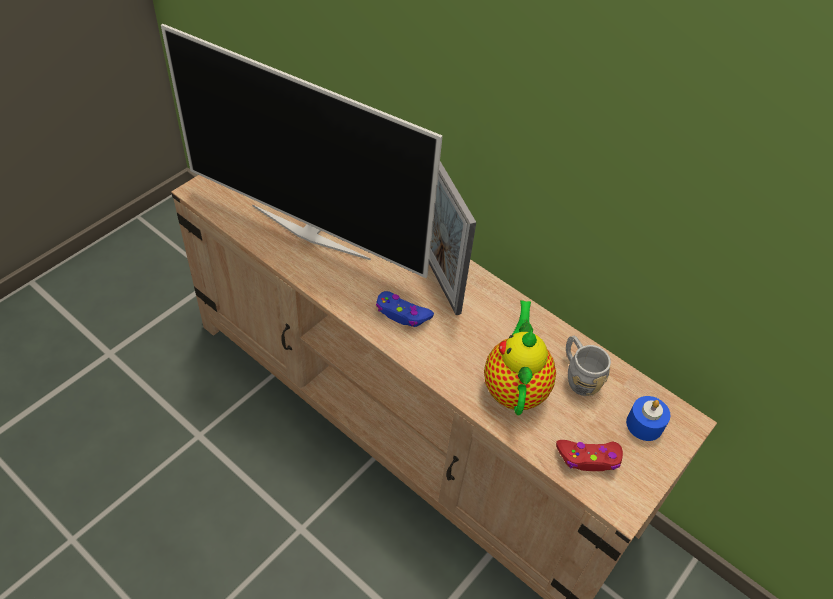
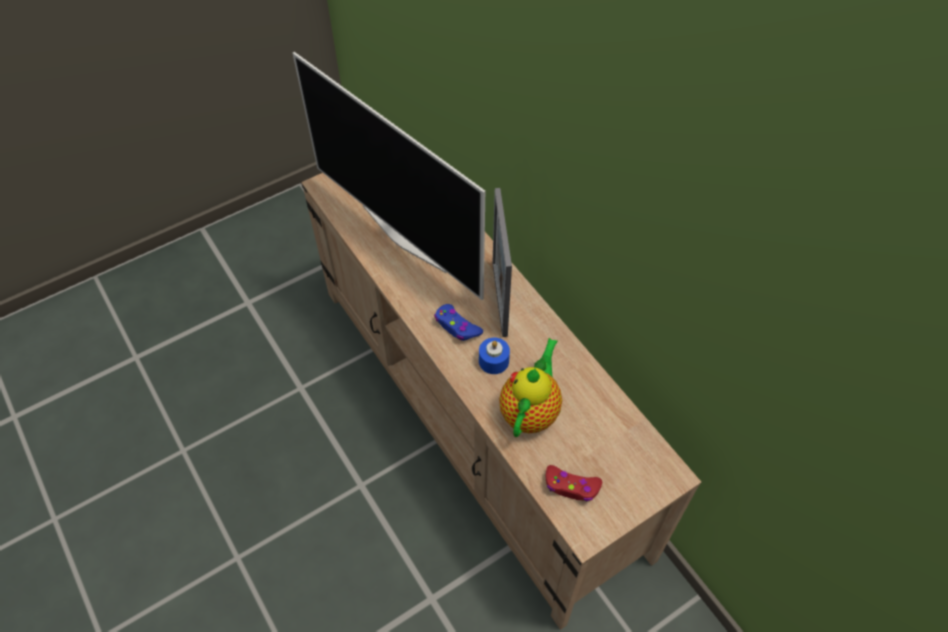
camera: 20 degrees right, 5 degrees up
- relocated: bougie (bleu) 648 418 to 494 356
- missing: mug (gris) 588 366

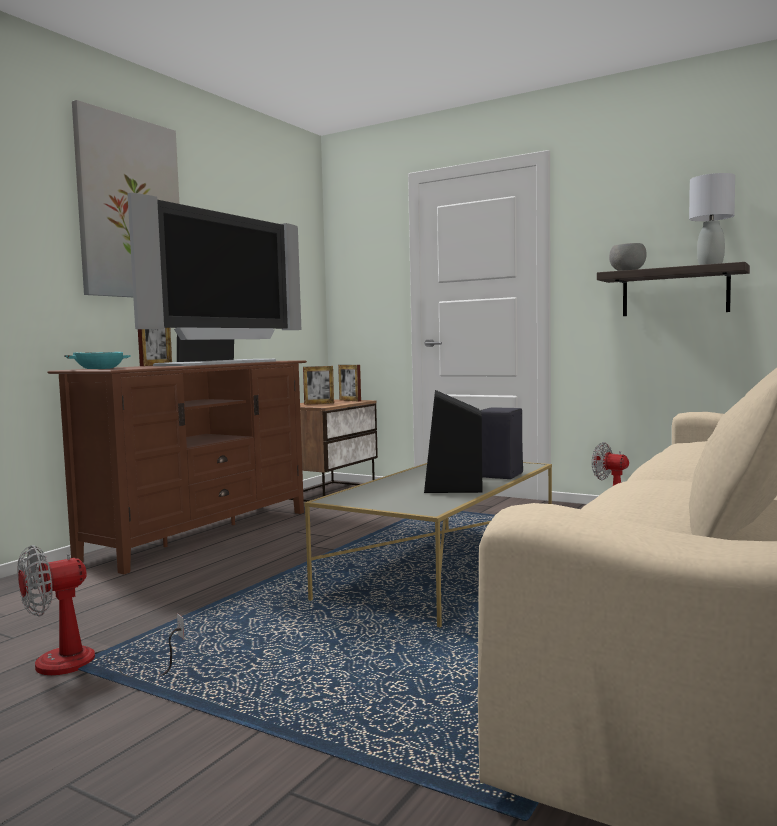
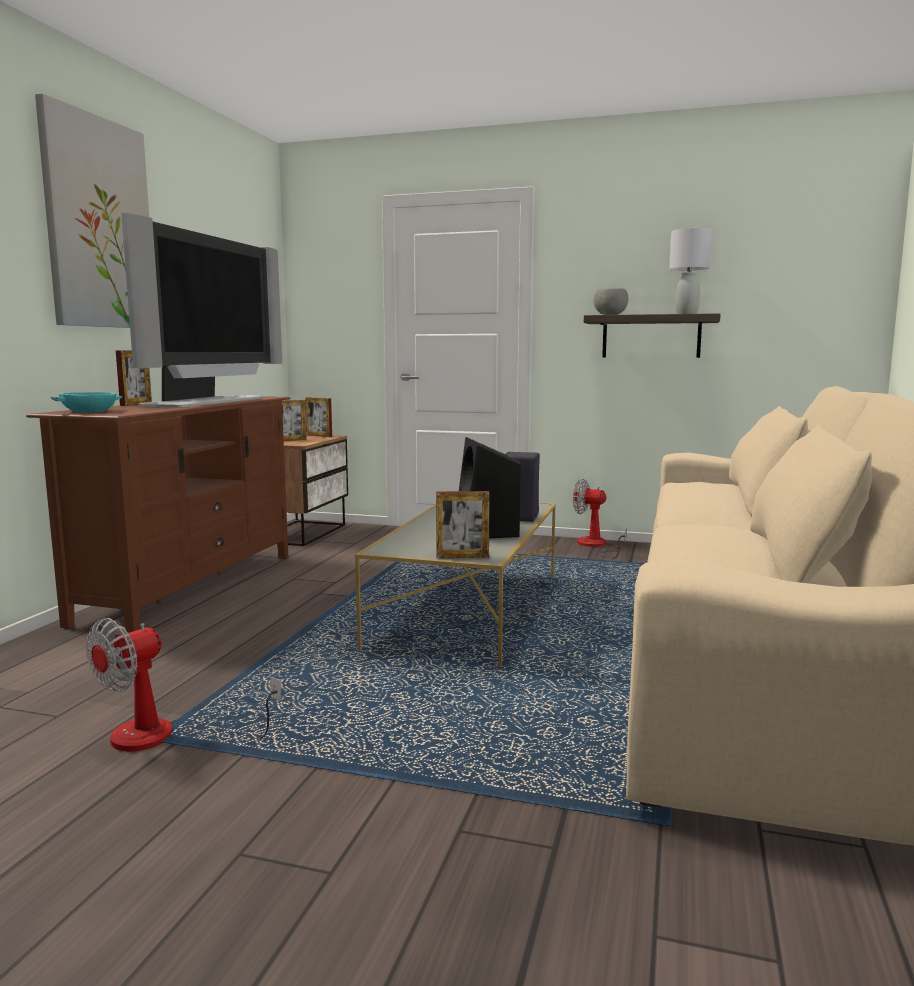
camera: 15 degrees left, 5 degrees up
- appeared: cadre photo 463 524

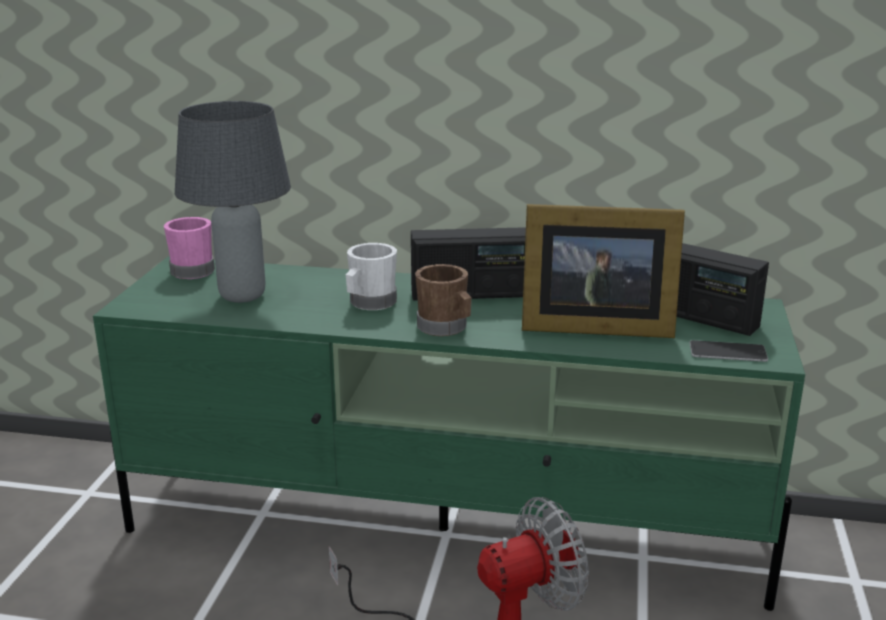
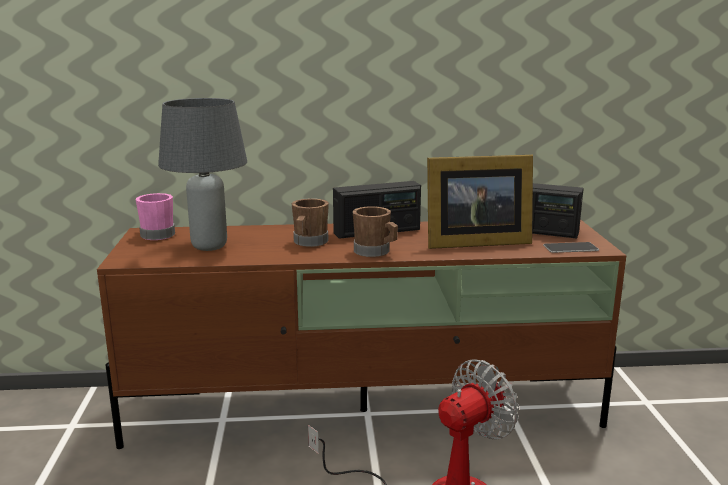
camera: 15 degrees left, 5 degrees down
- colour: meuble télé (vert) 449 434 to meuble télé (marron) 361 334
- colour: mug (blanc) 371 276 to mug (marron) 310 222

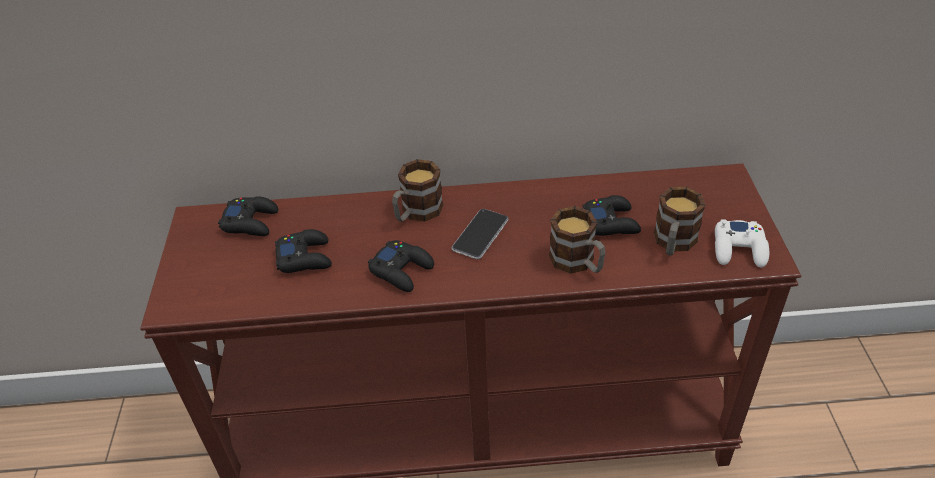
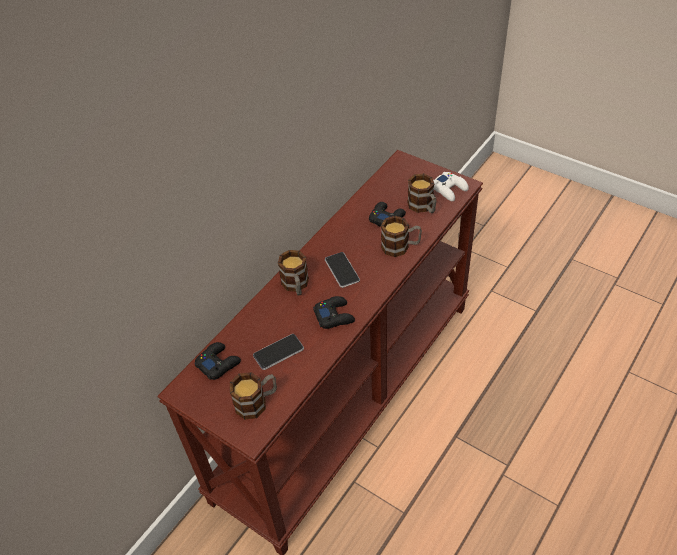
camera: 50 degrees left, 5 degrees up
- appeared: mug 253 395
- exchanged: manette (noir) 303 251 to téléphone 278 352

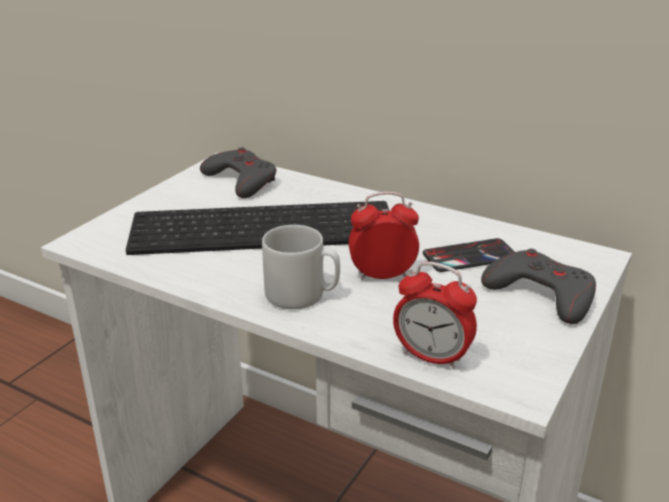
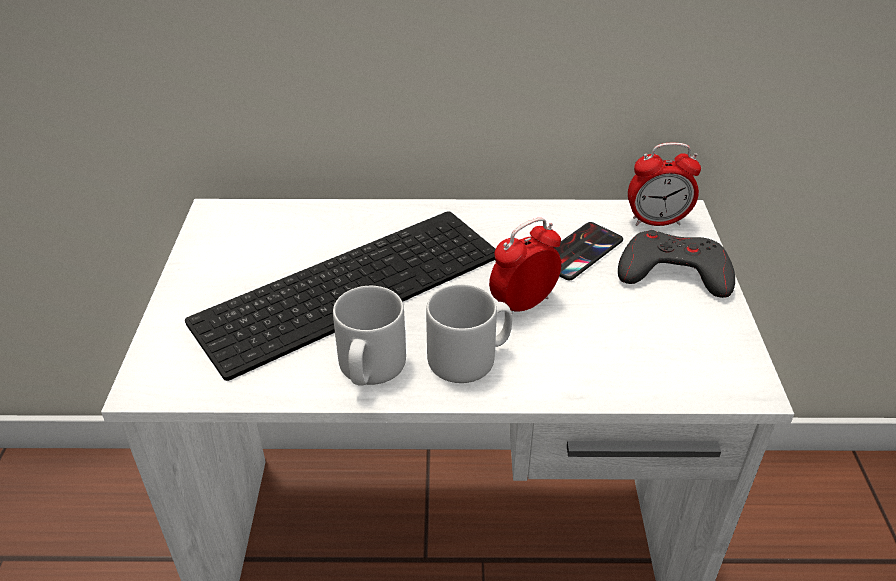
camera: 30 degrees left, 10 degrees up
- appeared: mug (gris) 369 336
- relocated: réveil 435 315 to 664 184
- missing: manette (gris) 238 172

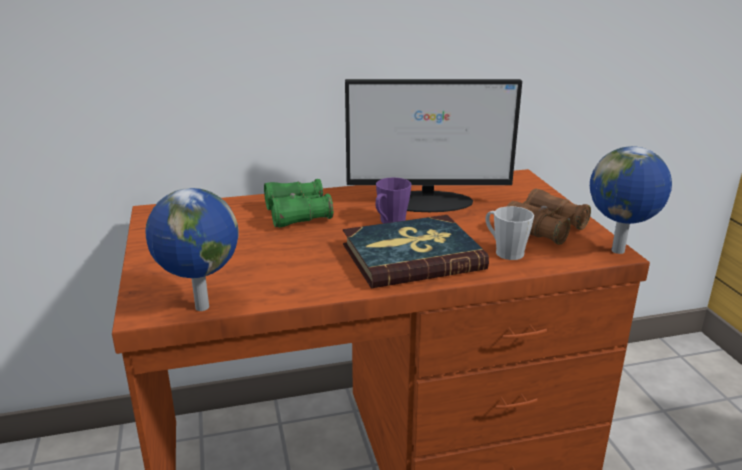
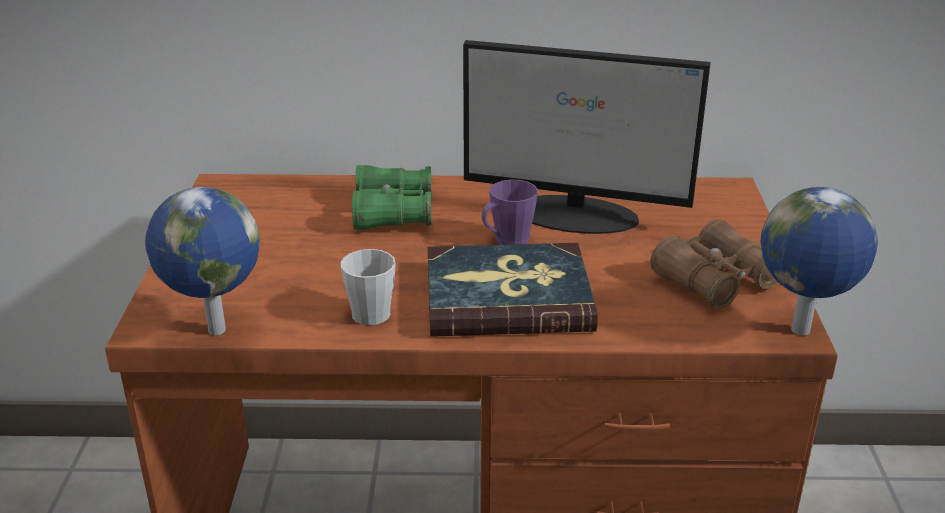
camera: 15 degrees right, 5 degrees up
- relocated: mug (gris) 509 233 to 368 287

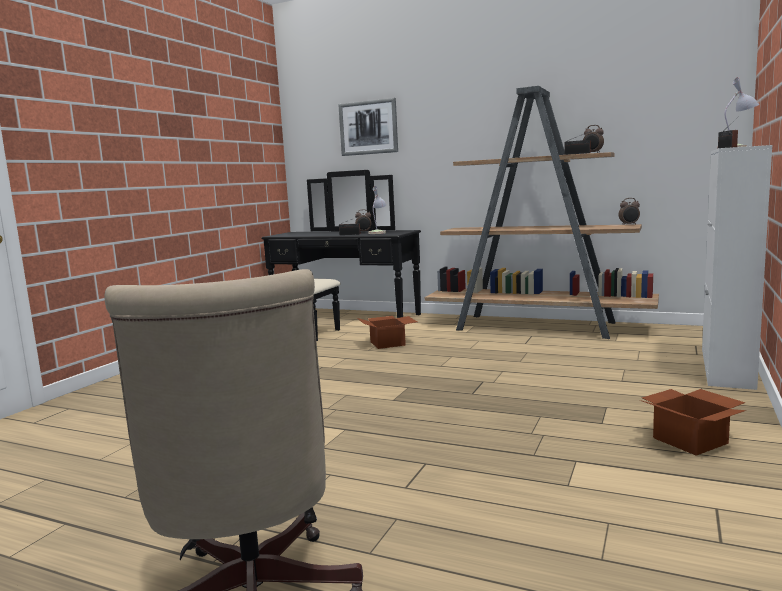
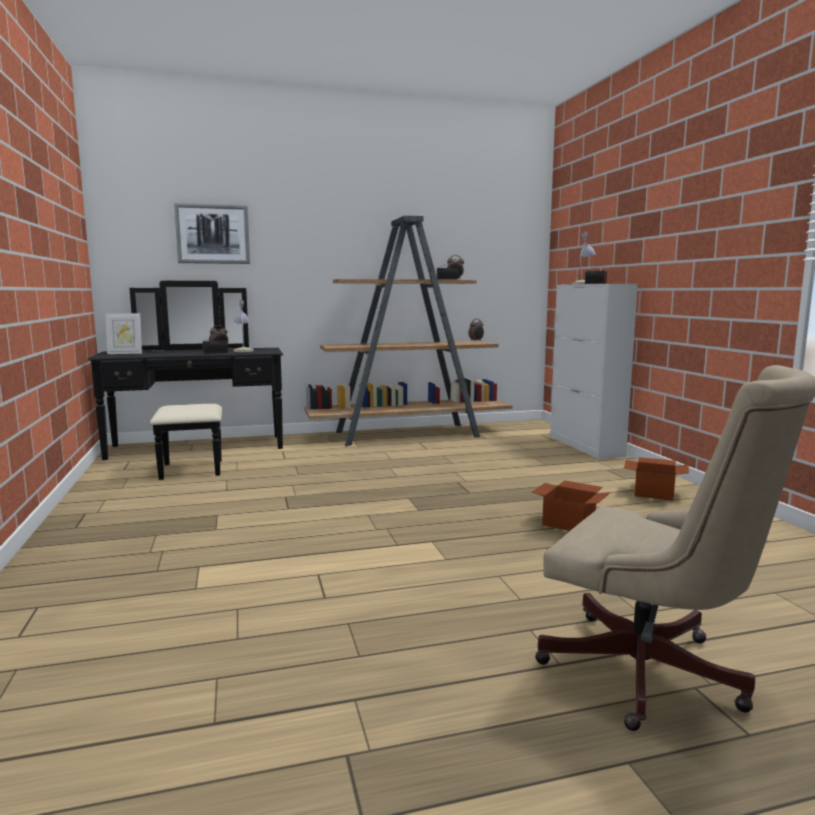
camera: 40 degrees left, 0 degrees up
- appeared: cadre photo 124 333
- relocated: carton 387 332 to 570 505

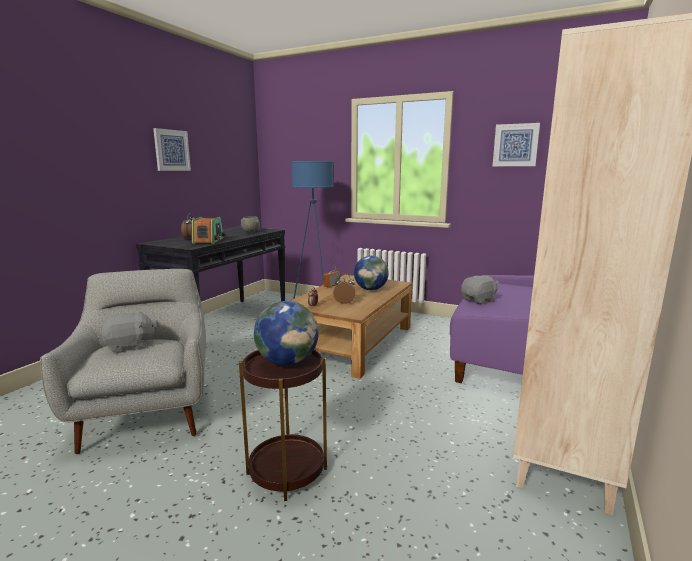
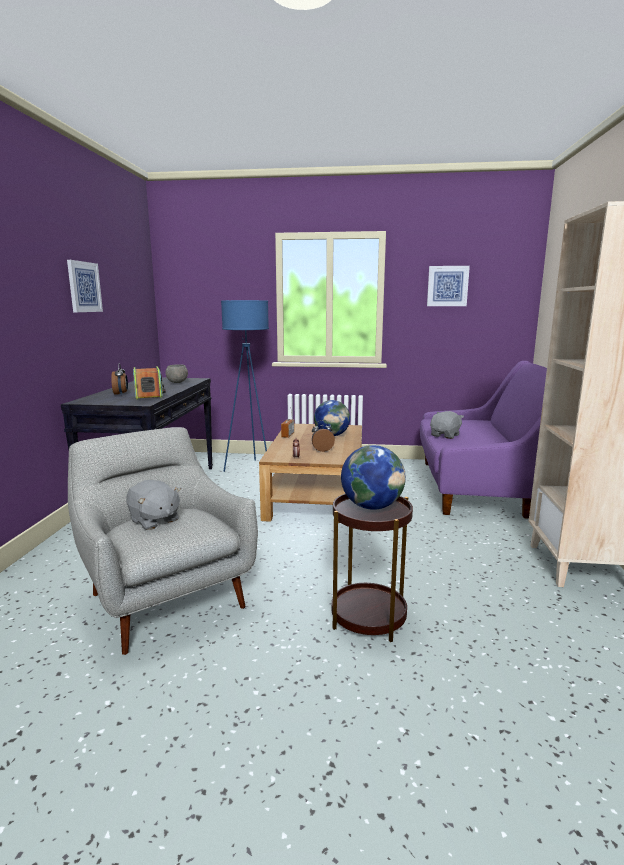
camera: 20 degrees left, 0 degrees up
- spun: peluche (gris) 129 332 = 154 505 90 degrees clockwise

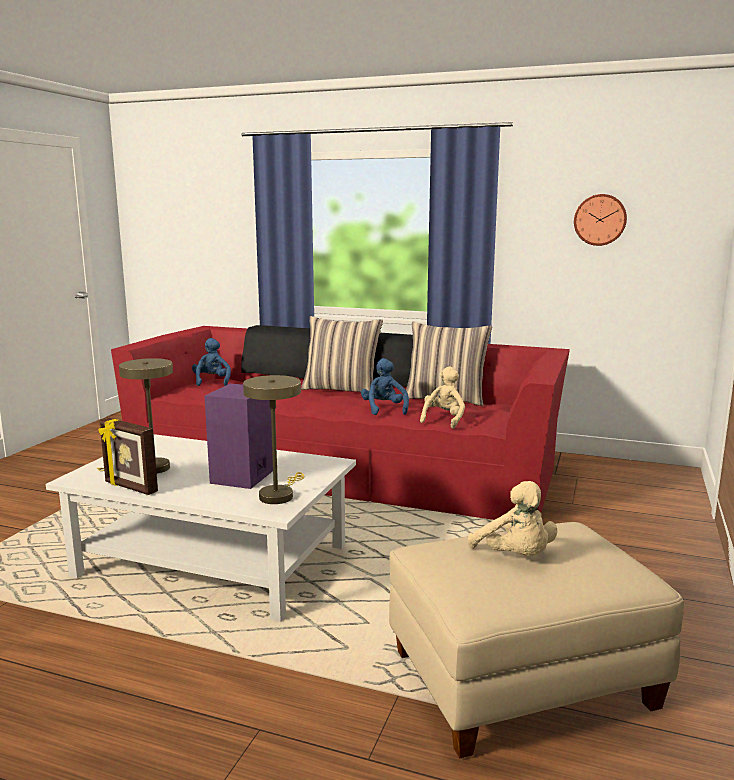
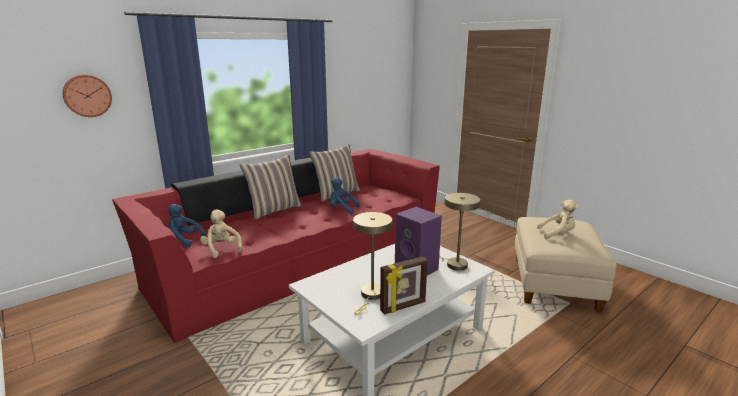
camera: 60 degrees left, 5 degrees up
- relocated: horloge murale 600 220 to 87 96
- relocated: peluche (beige) 442 398 to 221 233

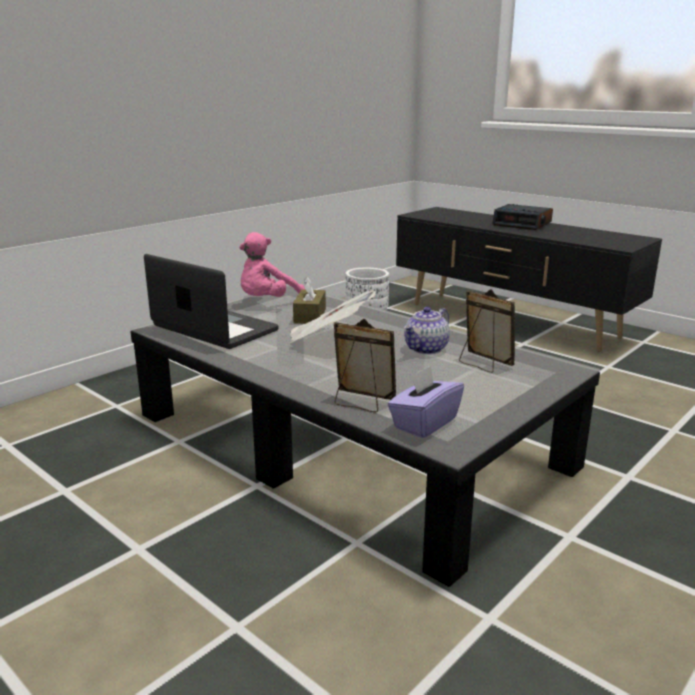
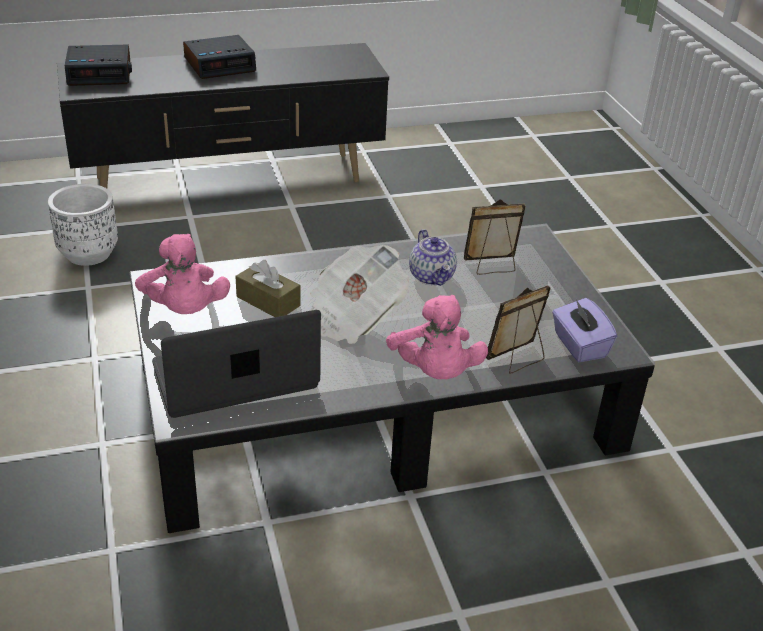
camera: 60 degrees left, 15 degrees up
- appeared: réveil 98 65
- appeared: peluche (rose) 437 337

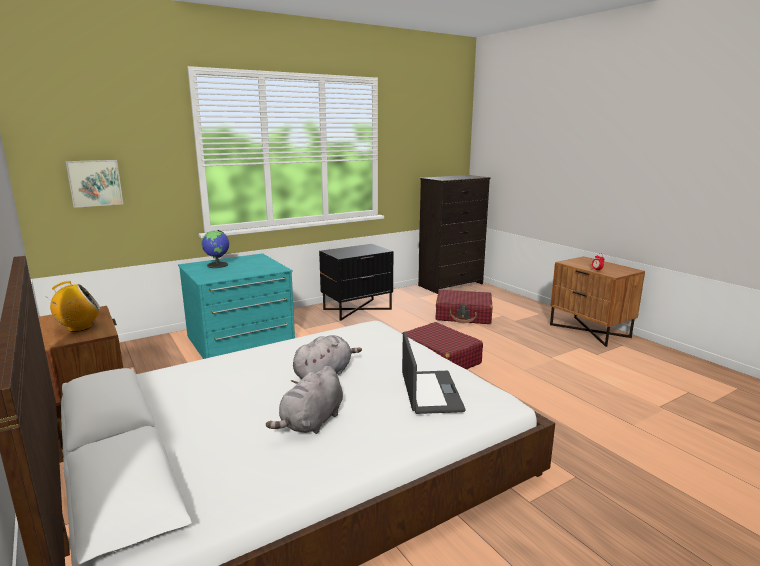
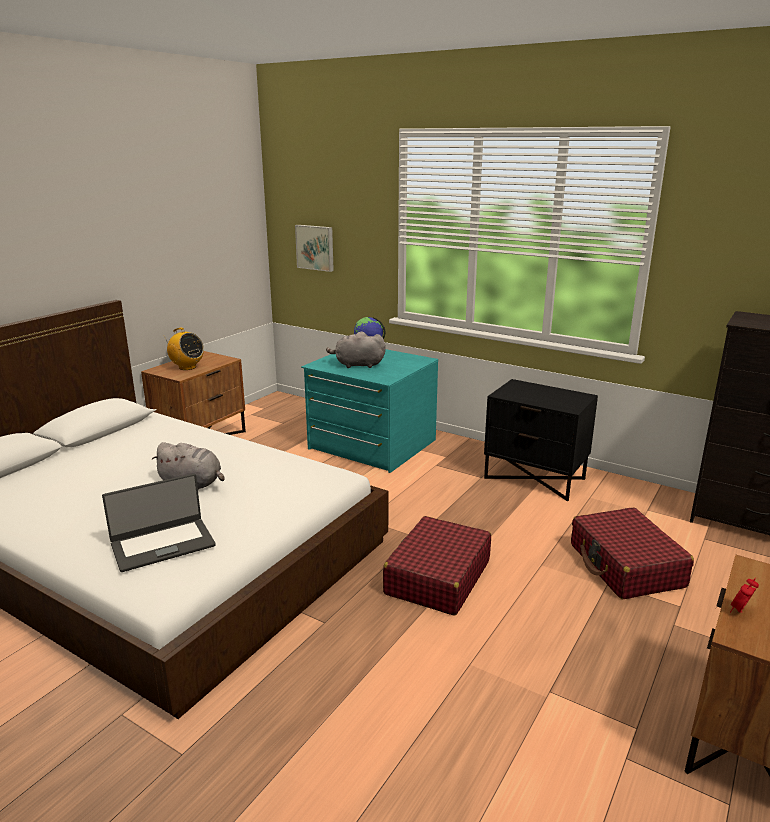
camera: 65 degrees right, 5 degrees up
- relocated: peluche (gris) 304 400 to 356 349

